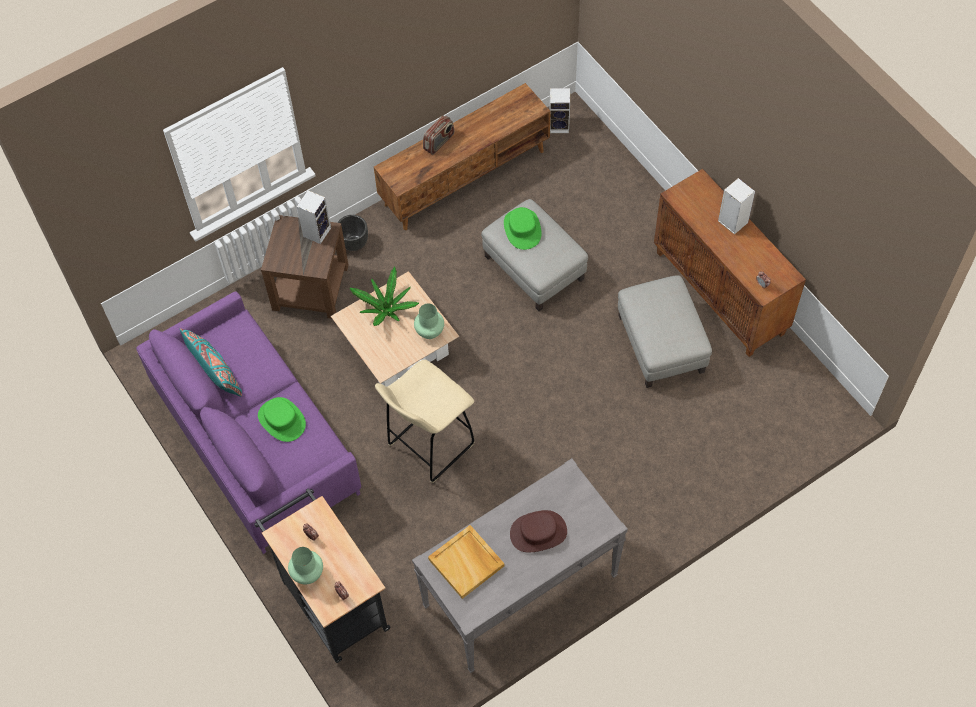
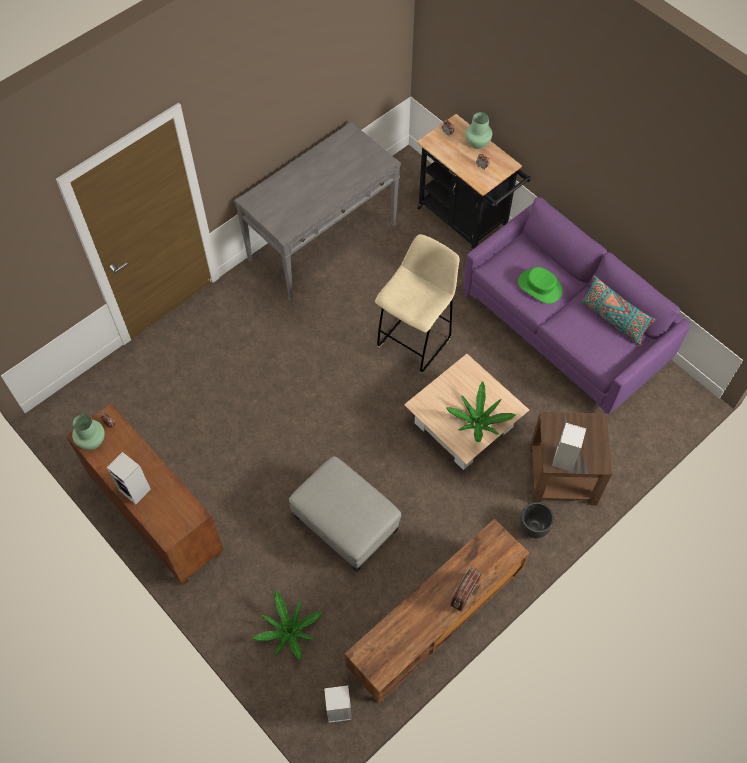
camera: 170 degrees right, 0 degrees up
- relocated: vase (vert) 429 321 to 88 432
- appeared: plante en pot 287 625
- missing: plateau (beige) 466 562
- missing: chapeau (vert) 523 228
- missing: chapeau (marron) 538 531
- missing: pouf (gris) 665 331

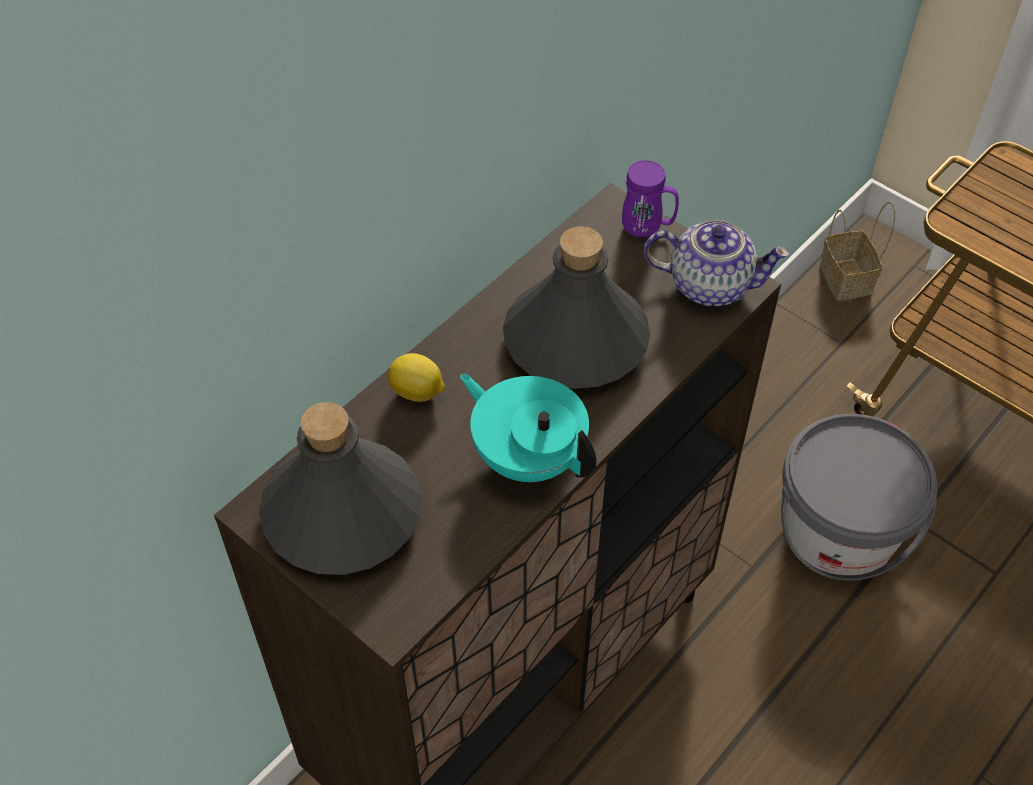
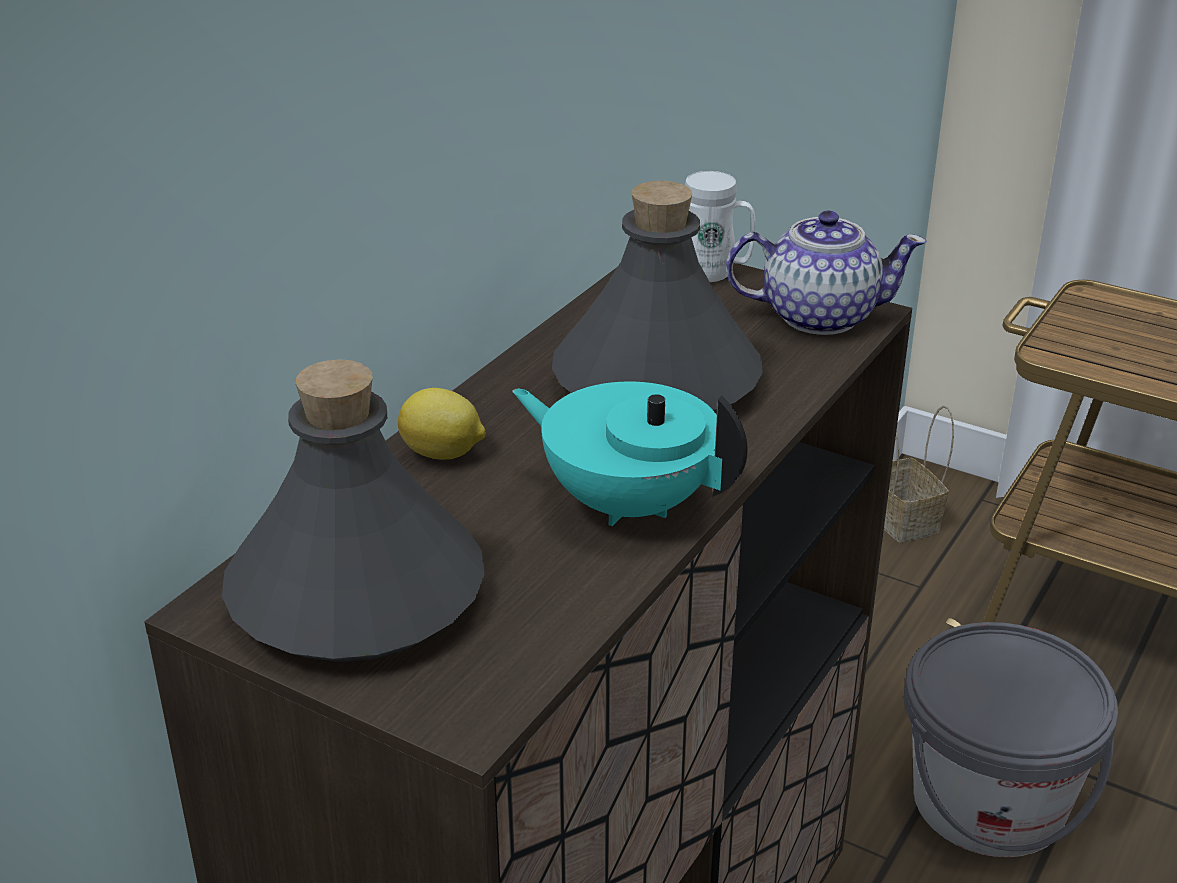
camera: 10 degrees left, 20 degrees down
- colour: mug (violet) 650 198 to mug (blanc) 720 226

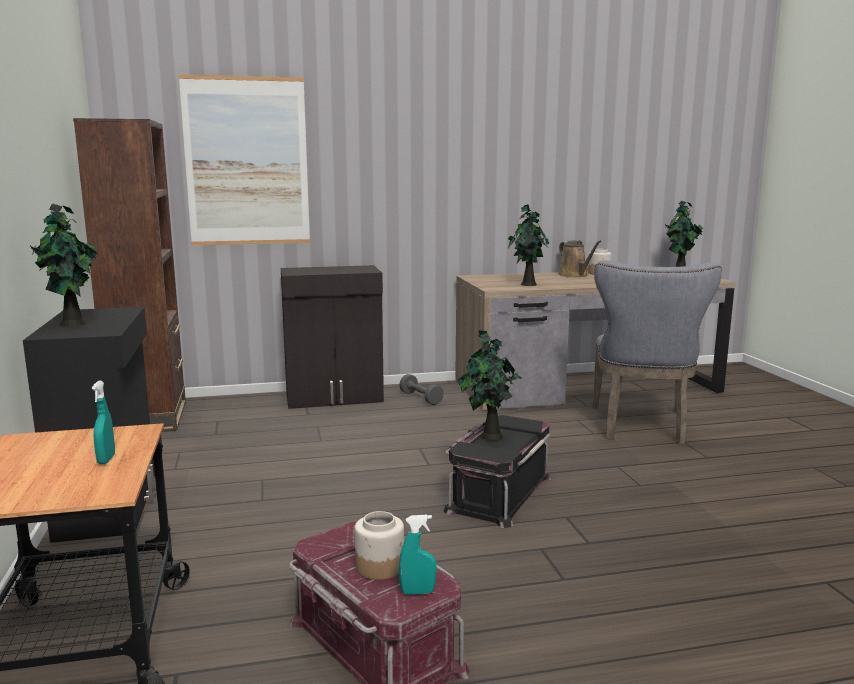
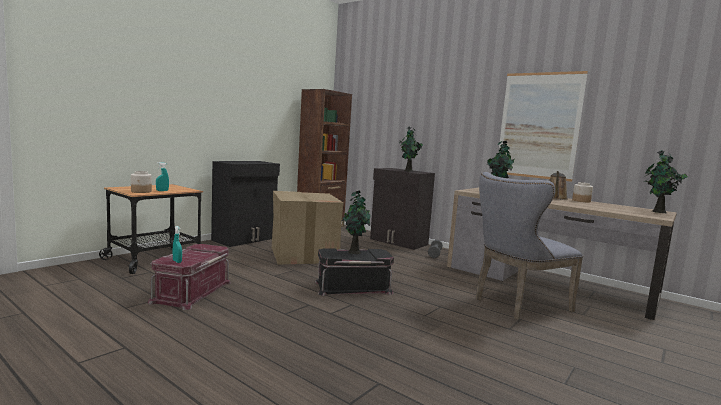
camera: 50 degrees right, 5 degrees down
- relocated: bocal 379 545 to 141 182
- appeared: carton 307 228
- relocated: plante en pot 65 265 to 411 149
- relocated: tableau 244 160 to 543 126

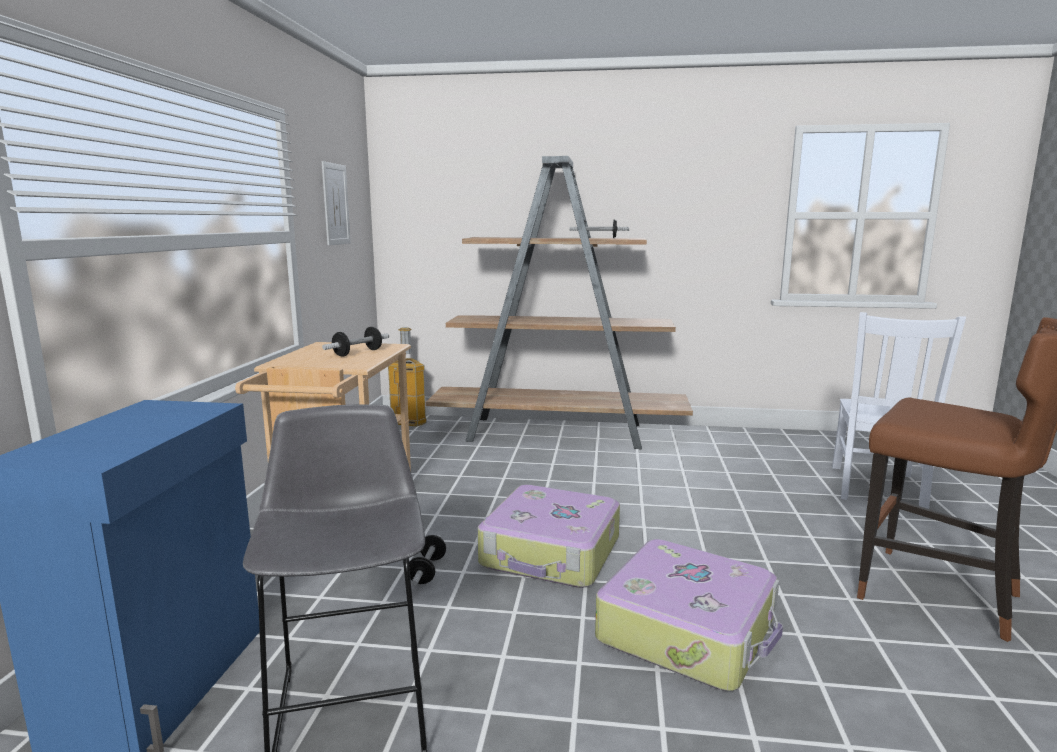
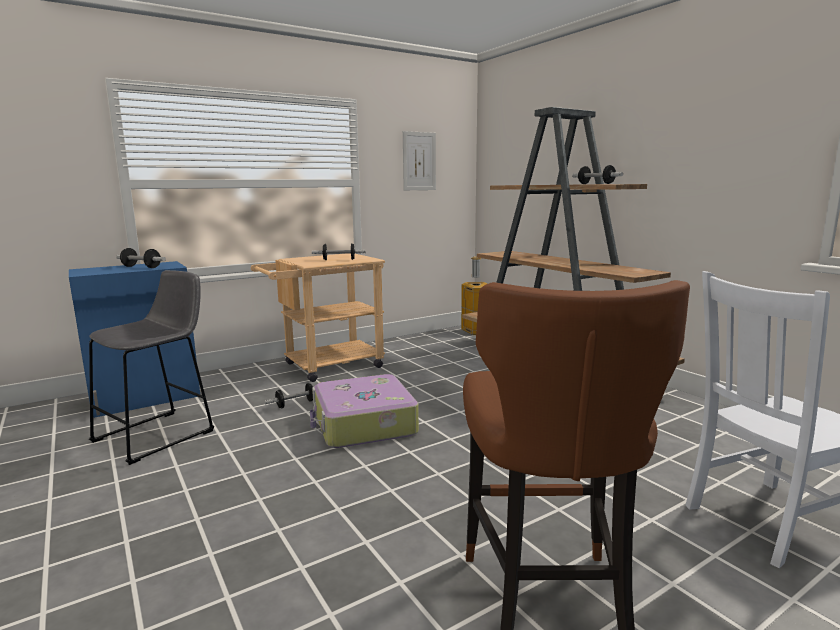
camera: 50 degrees right, 0 degrees up
- appeared: haltère 141 258
- missing: valise 689 615

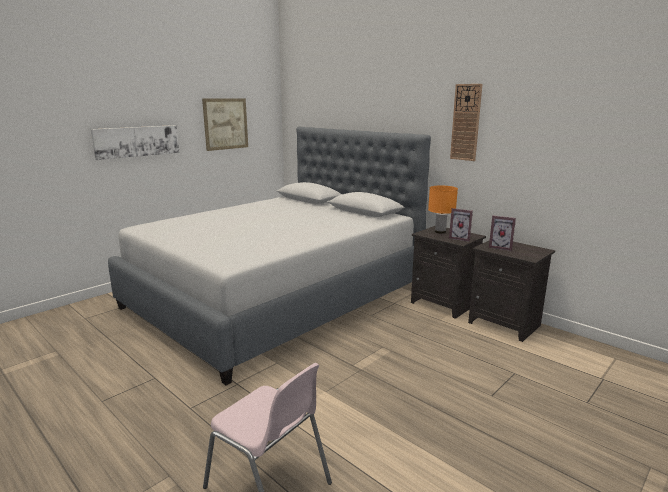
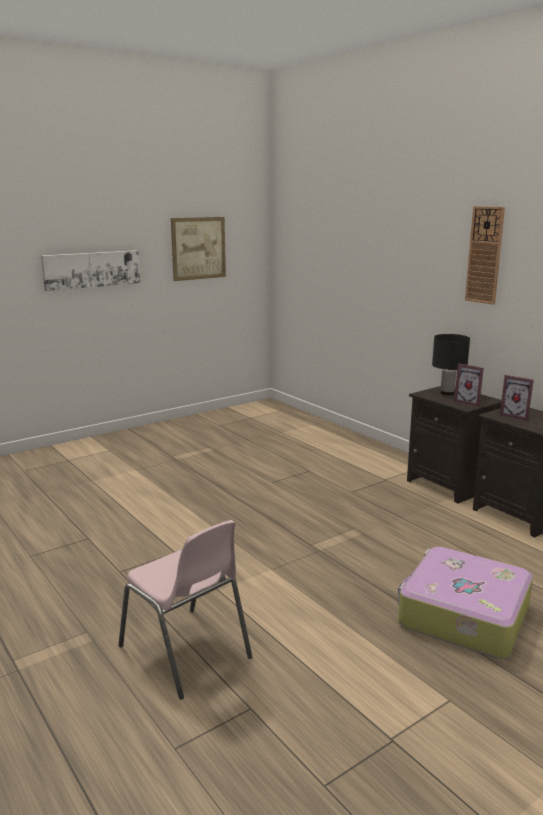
camera: 10 degrees right, 0 degrees up
- appeared: valise 465 603
- colour: lampe de table (orange) 443 209 to lampe de table (noir) 451 364
- missing: lit (gris) 269 256

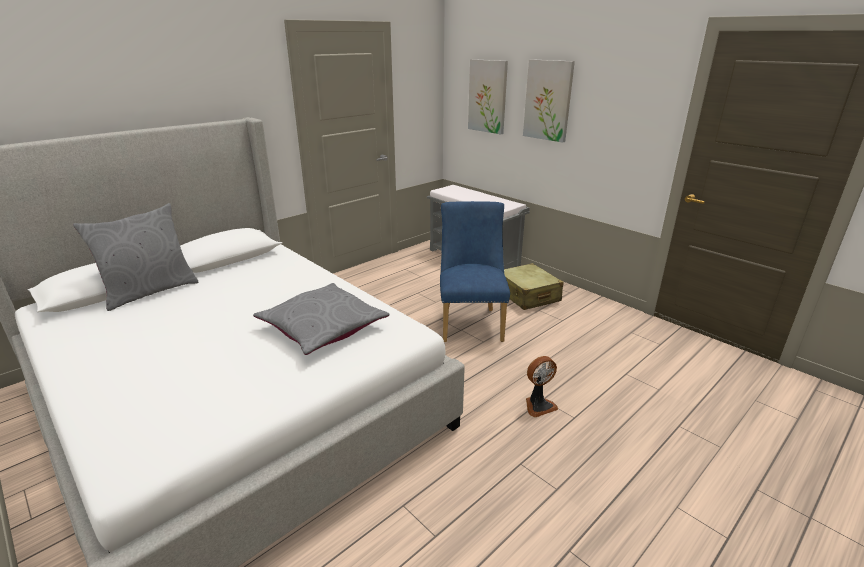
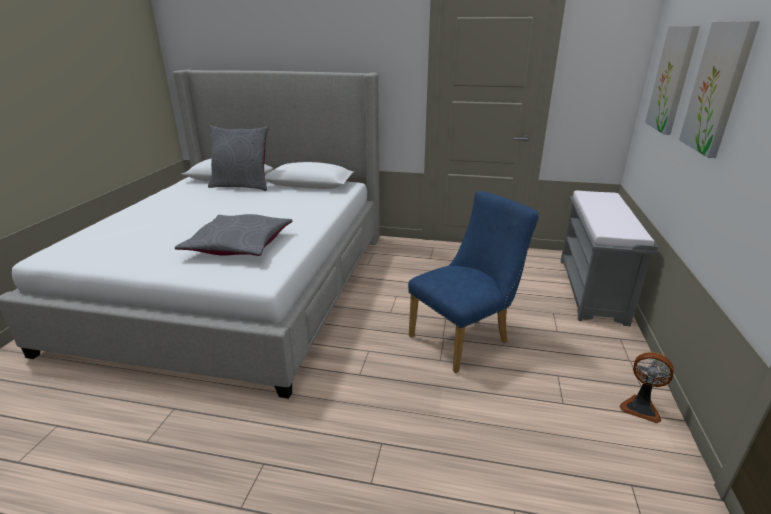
camera: 55 degrees right, 0 degrees up
- relocated: ventilateur 542 387 to 646 387
- missing: valise (beige) 534 286

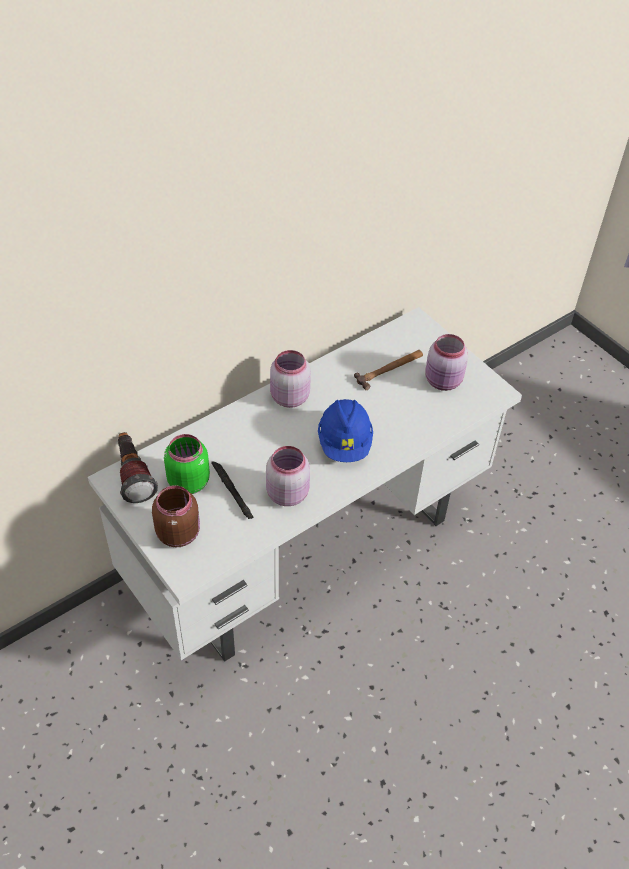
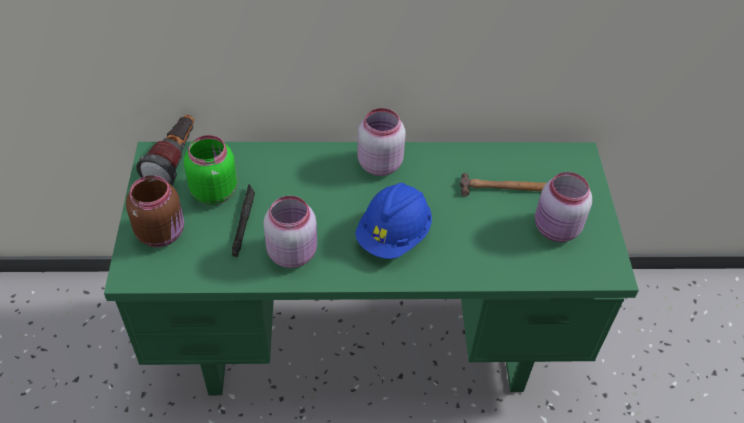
camera: 35 degrees right, 0 degrees up
- colour: bureau (blanc) 305 484 to bureau (vert) 371 268

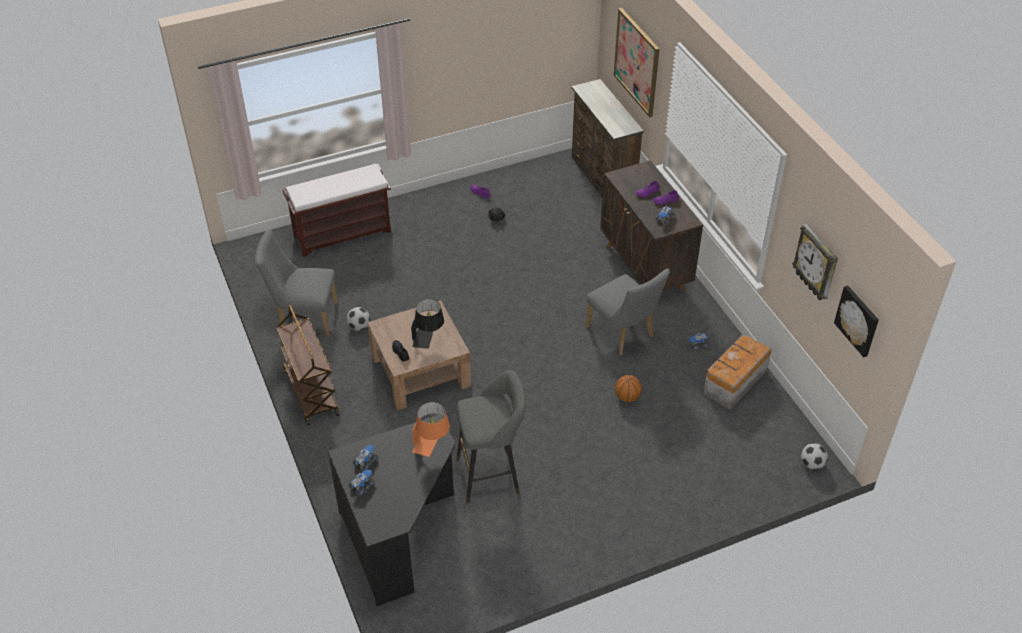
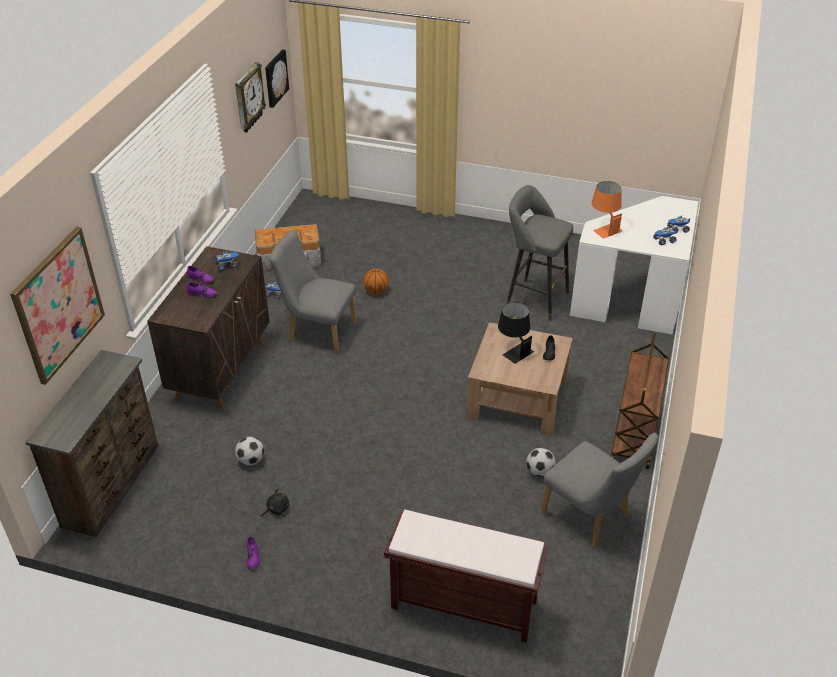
camera: 140 degrees left, 5 degrees down
- relocated: ballon de foot 814 456 to 249 451
- spun: chaise (gris) 628 312 = 313 291 75 degrees counterclockwise
- colour: bureau (noir) 391 510 to bureau (blanc) 634 265

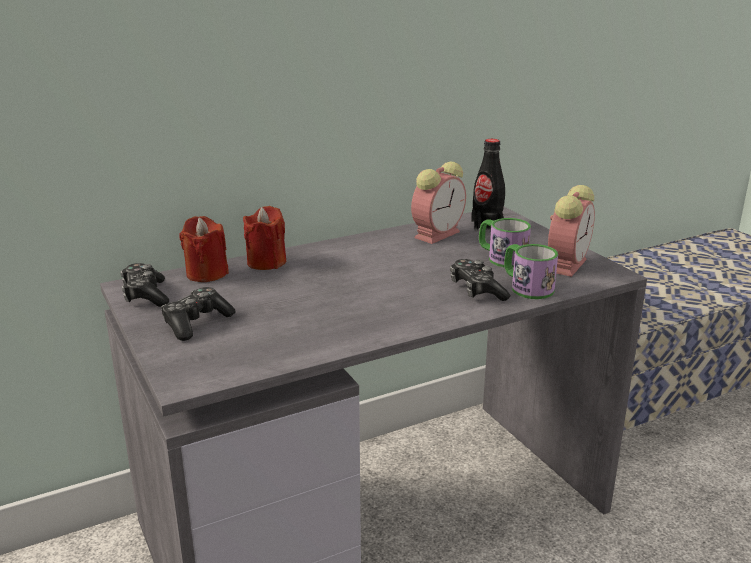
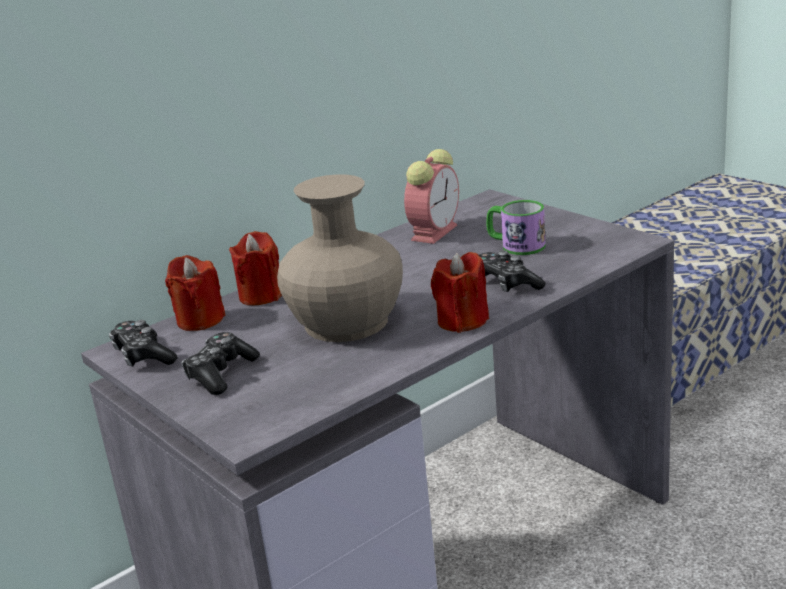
camera: 10 degrees left, 0 degrees up
- appeared: vase (beige) 340 258
- appeared: bougie (rouge) 460 292
- missing: bouteille (noir) 488 185
- missing: mug 531 271
- missing: réveil 571 231

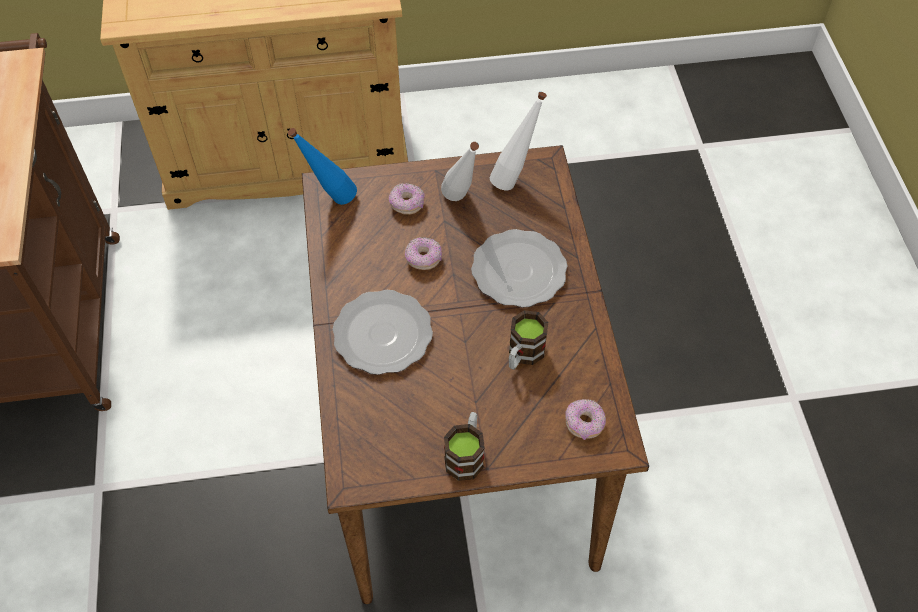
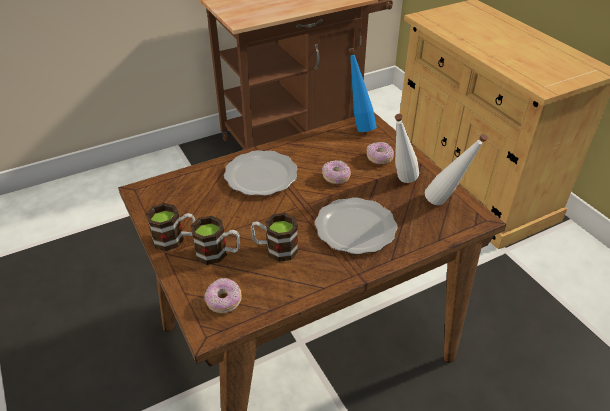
camera: 70 degrees right, 15 degrees down
- appeared: mug 215 240

